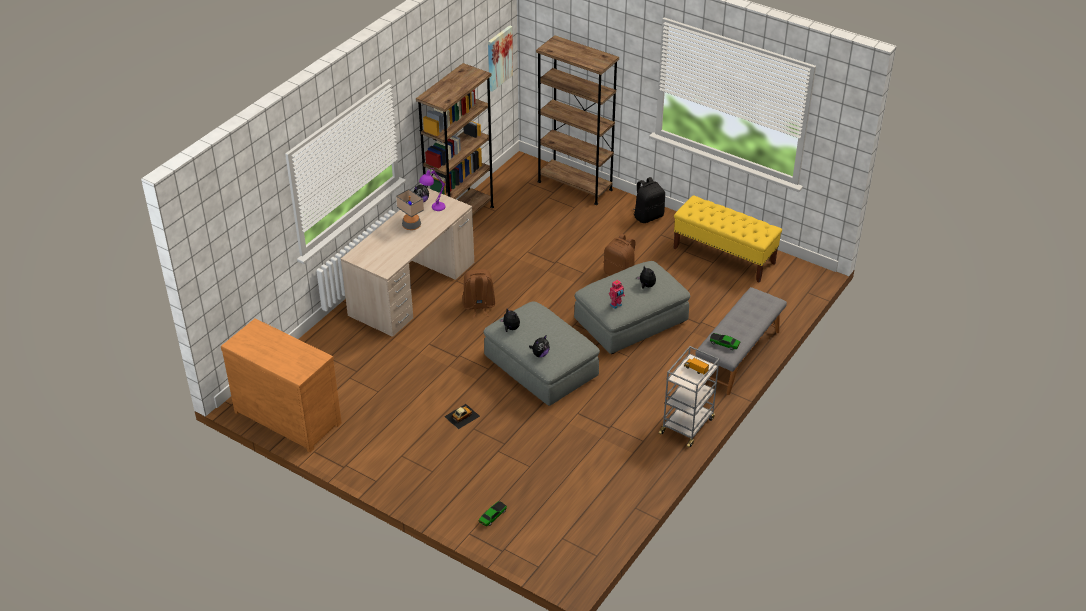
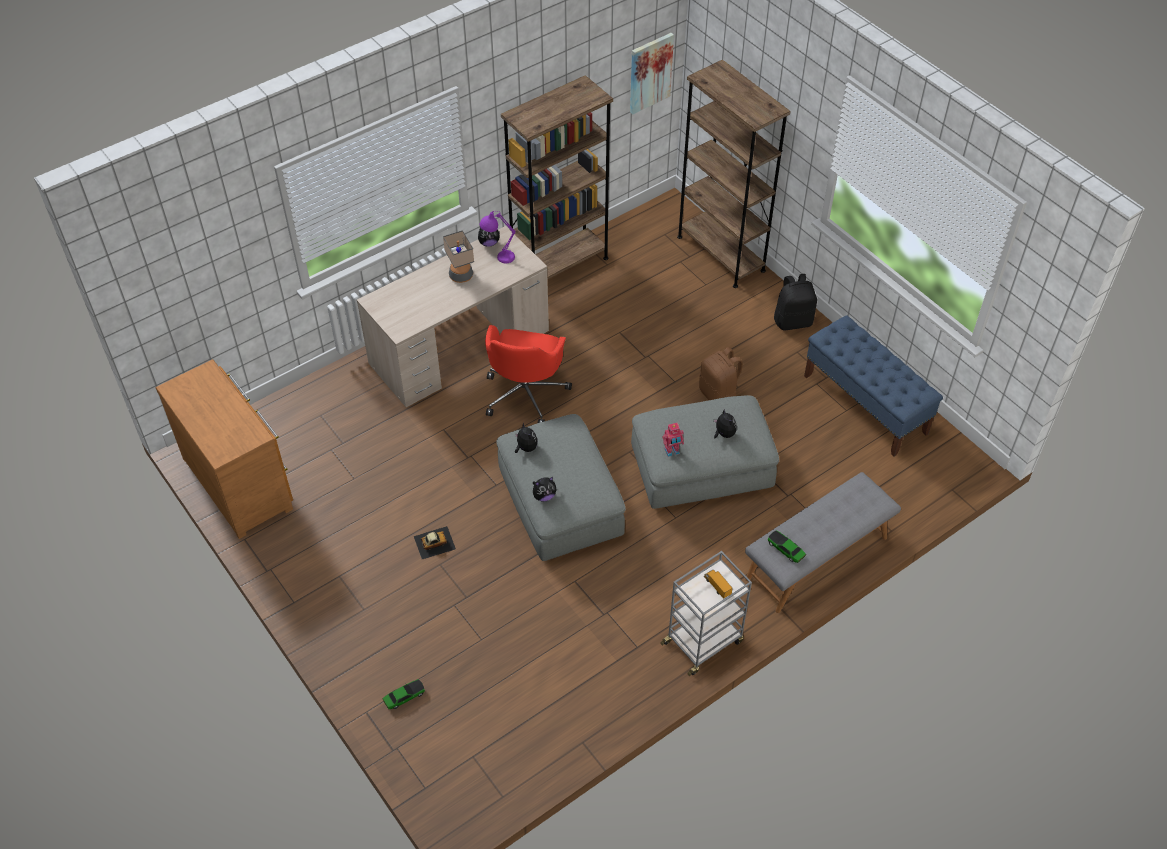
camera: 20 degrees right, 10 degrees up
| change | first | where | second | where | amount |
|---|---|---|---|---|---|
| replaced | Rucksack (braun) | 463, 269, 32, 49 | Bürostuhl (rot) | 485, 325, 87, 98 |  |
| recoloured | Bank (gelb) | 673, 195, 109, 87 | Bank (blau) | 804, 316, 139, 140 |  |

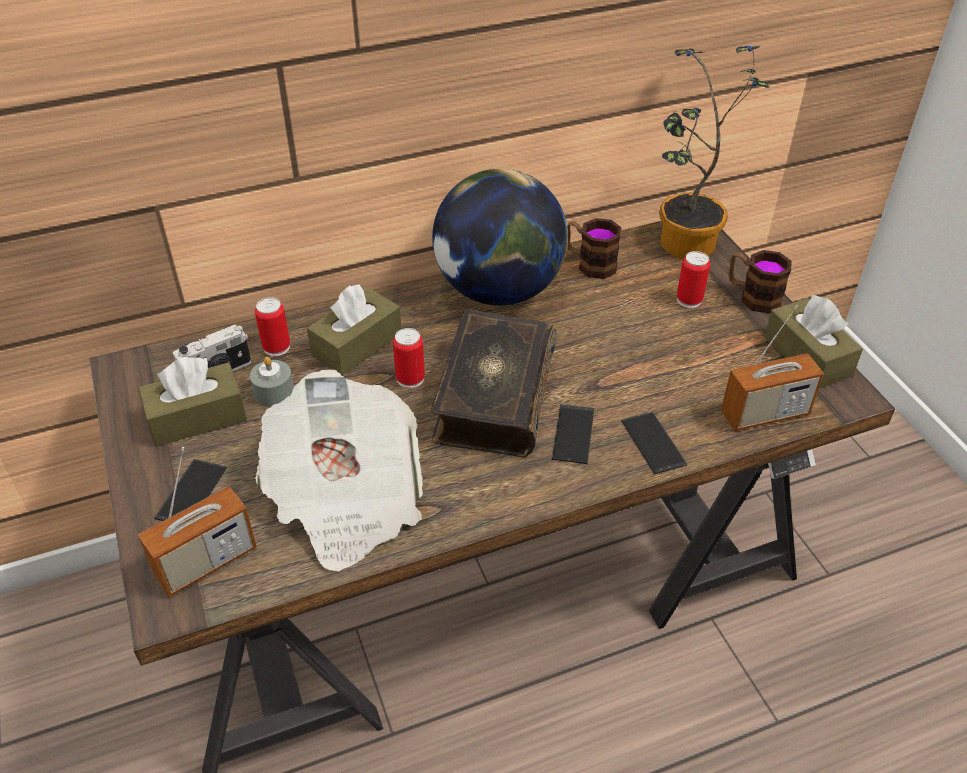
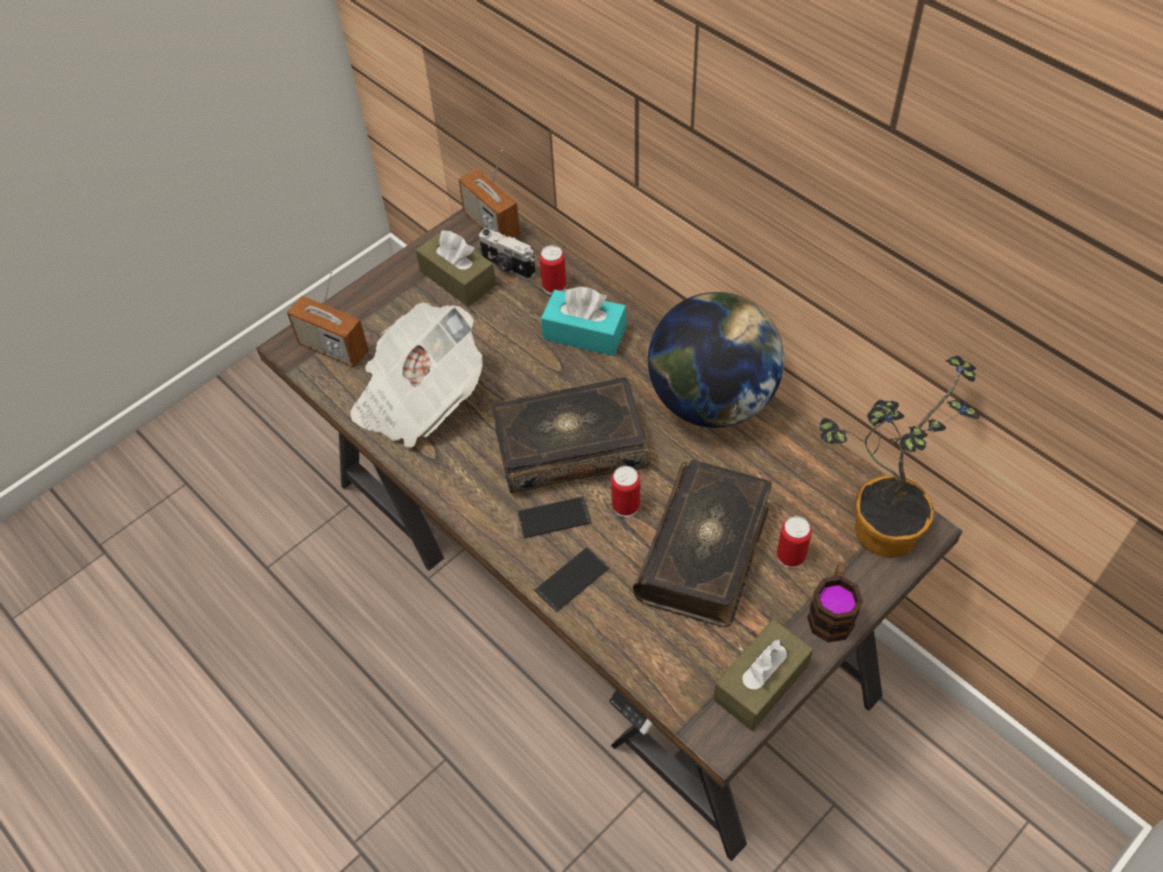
camera: 70 degrees right, 10 degrees up
| change | first | where | second | where | amount |
|---|---|---|---|---|---|
| moved | Radio | 721, 305, 103, 126 |  | 458, 150, 63, 88 |  |
| recoloured | Taschentuchbox (braun) | 307, 284, 95, 91 | Taschentuchbox (türkis) | 541, 287, 85, 69 |  |
| moved | Dose | 393, 328, 32, 60 |  | 611, 466, 29, 51 |  |
| added |  |  | Buch | 633, 460, 139, 167 |  |
| removed | Handy | 154, 459, 73, 62 |  |  |  |
| removed | Kerze (grau) | 250, 357, 44, 50 |  |  |  |
| removed | Henkelbecher | 567, 218, 55, 61 |  |  |  |

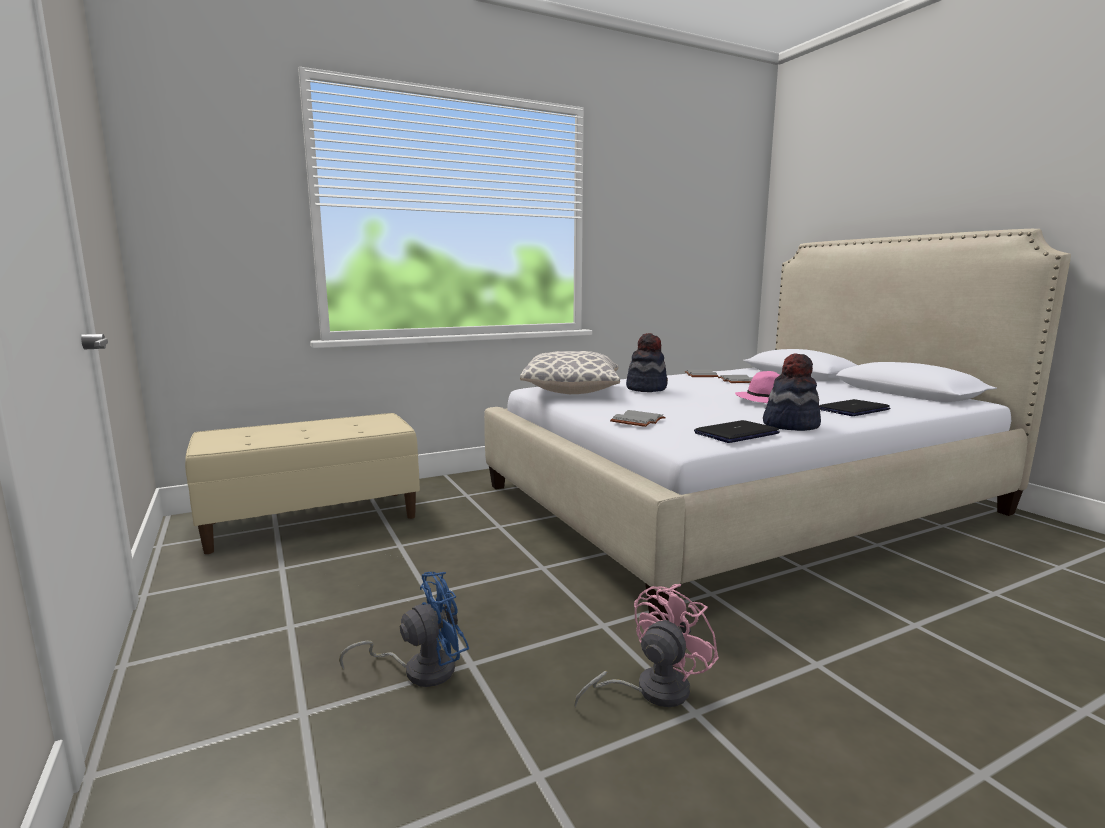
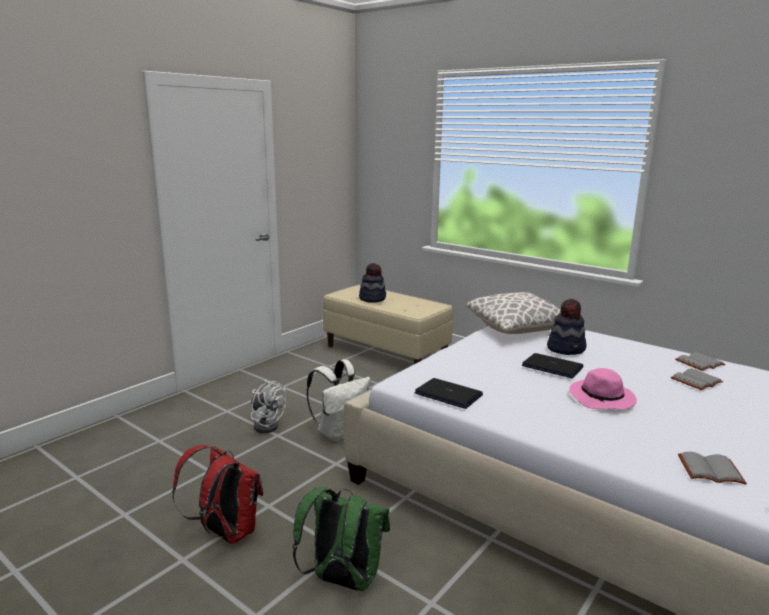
camera: 65 degrees right, 5 degrees up
| change | first | where | second | where | amount |
|---|---|---|---|---|---|
| added |  |  | Rucksack (rot) | 172, 445, 91, 99 |  |
| recoloured | Ventilator (blau) | 339, 572, 130, 115 | Ventilator (weiß) | 251, 380, 35, 53 |  |
| added |  |  | Rucksack (grün) | 293, 487, 97, 104 |  |
| added |  |  | Rucksack (weiß) | 306, 359, 65, 82 |  |
| moved | Hut | 763, 354, 58, 77 |  | 359, 263, 27, 40 |  |
| moved | Laptop | 819, 399, 71, 17 |  | 522, 353, 62, 25 |  |
| moved | Buch (grau) | 610, 410, 56, 17 |  | 678, 452, 69, 33 |  |
| removed | Ventilator (rosa) | 574, 584, 145, 124 |  |  |  |

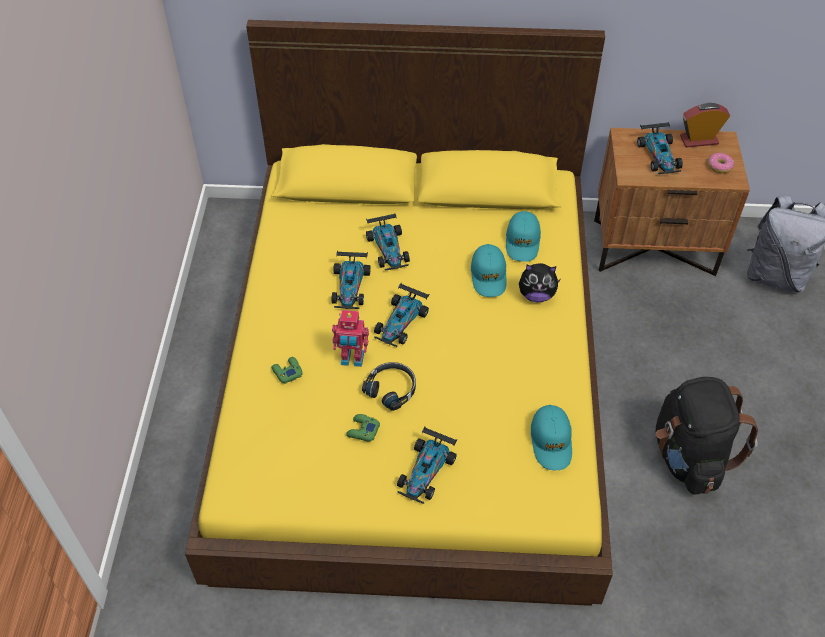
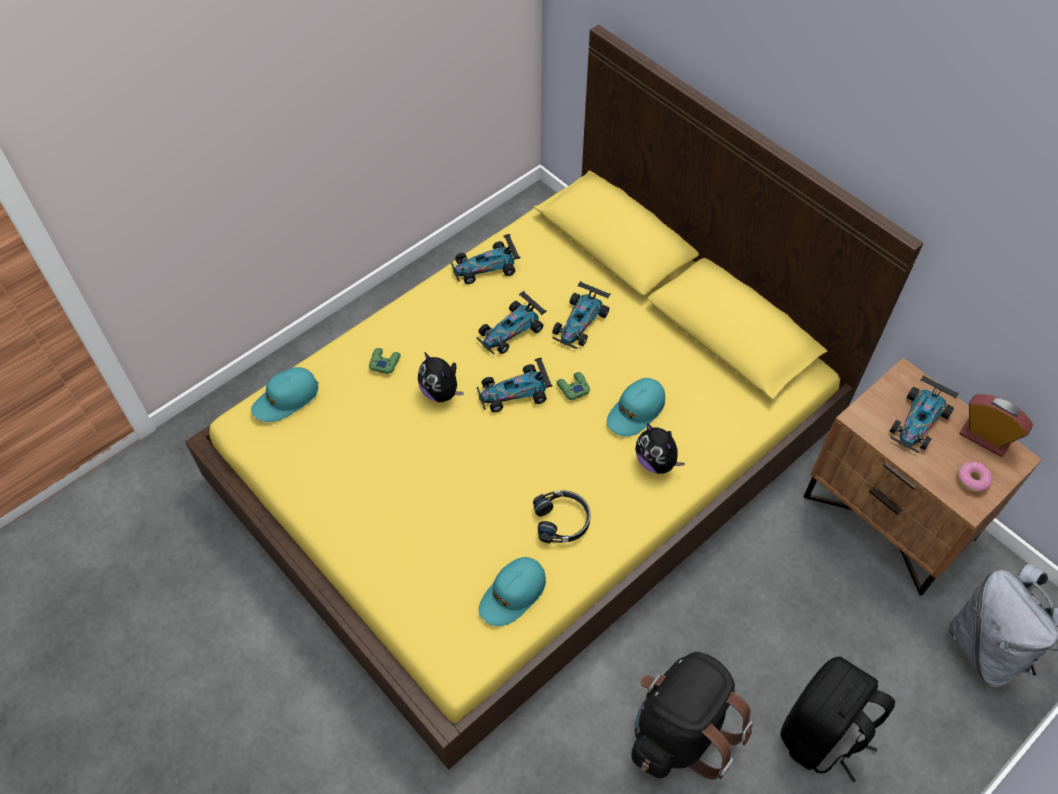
camera: 45 degrees right, 5 degrees up
| change | first | where | second | where | amount |
|---|---|---|---|---|---|
| moved | Kappe (türkis) | 506, 211, 35, 51 |  | 251, 367, 68, 55 |  |
| replaced | Spielzeugroboter | 332, 310, 37, 57 | Plüschtier | 418, 352, 46, 50 |  |
| moved | Spielzeugauto | 397, 426, 60, 78 |  | 451, 234, 69, 50 |  |
| moved | Kopfhörer (schwarz) | 362, 362, 54, 49 |  | 533, 490, 58, 53 |  |
| moved | Gamepad (grün) | 346, 414, 34, 28 |  | 557, 372, 33, 28 |  |
| added |  |  | Rucksack (schwarz) | 781, 657, 114, 126 |  |

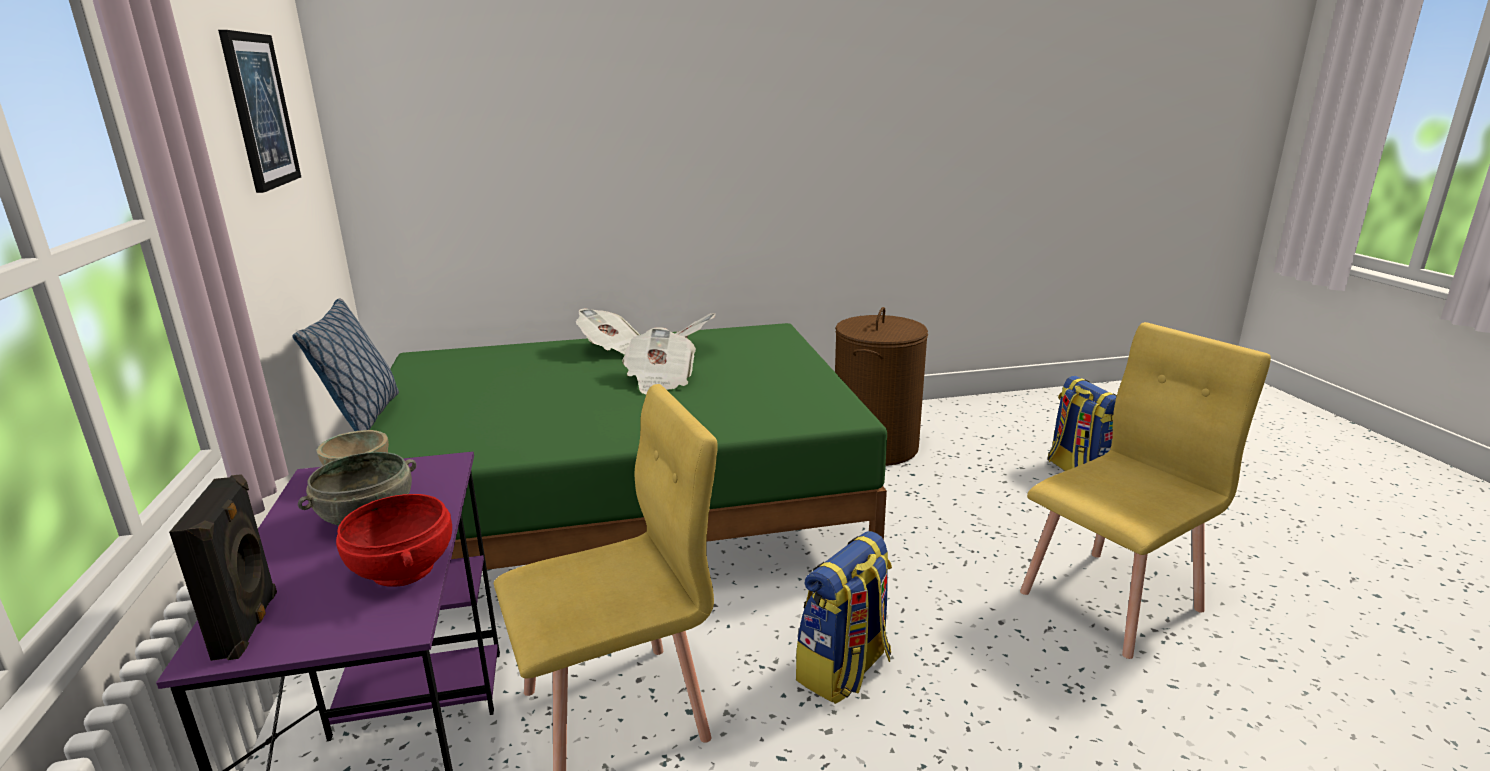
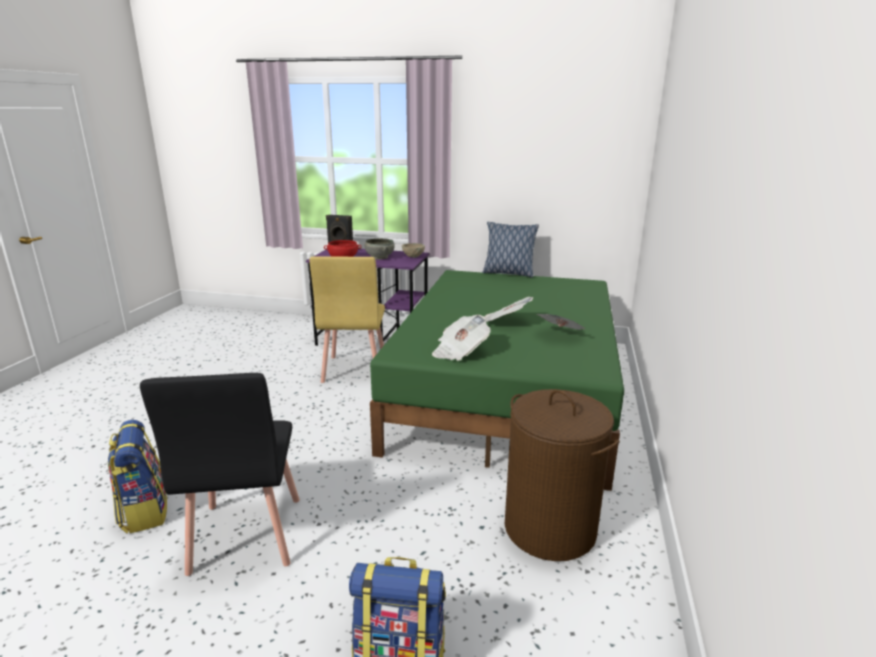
camera: 115 degrees right, 0 degrees up
| change | first | where | second | where | amount |
|---|---|---|---|---|---|
| moved | Rucksack | 796, 531, 96, 173 |  | 107, 420, 60, 114 |  |
| recoloured | Stuhl (gelb) | 1020, 322, 251, 337 | Stuhl (schwarz) | 140, 373, 160, 203 |  |
| moved | Zeitung | 576, 308, 64, 47 |  | 432, 315, 59, 46 |  |
| removed | Bild | 218, 30, 83, 163 |  |  |  |

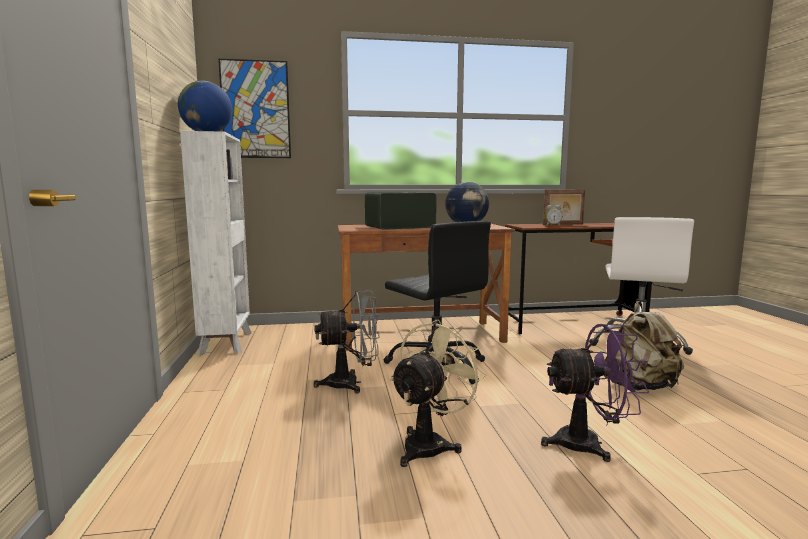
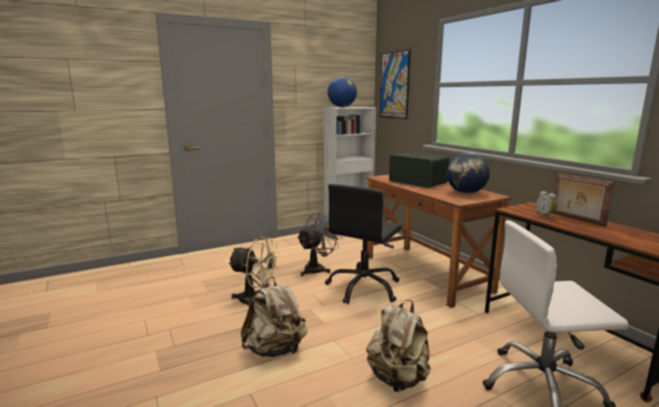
camera: 70 degrees right, 5 degrees up
| change | first | where | second | where | amount |
|---|---|---|---|---|---|
| replaced | Ventilator (lila) | 541, 324, 108, 138 | Rucksack (beige) | 241, 277, 67, 80 |  |
| turned | Ventilator (grau) | 314, 291, 66, 103 |  | 297, 212, 46, 64 | 105 degrees counterclockwise |

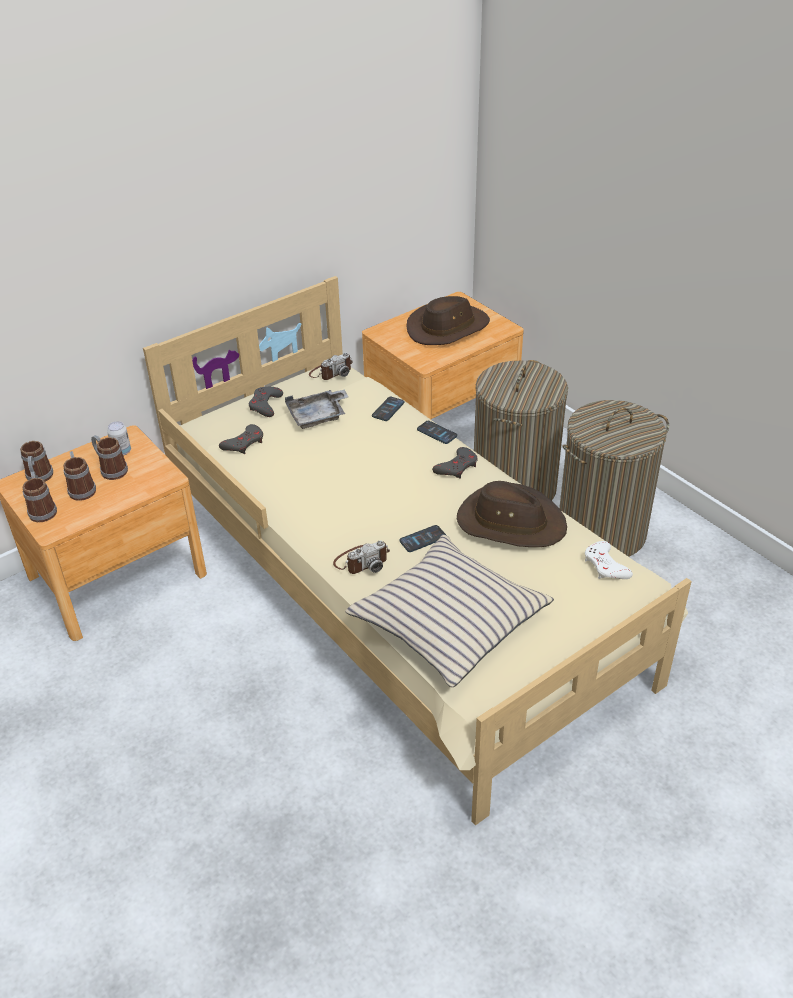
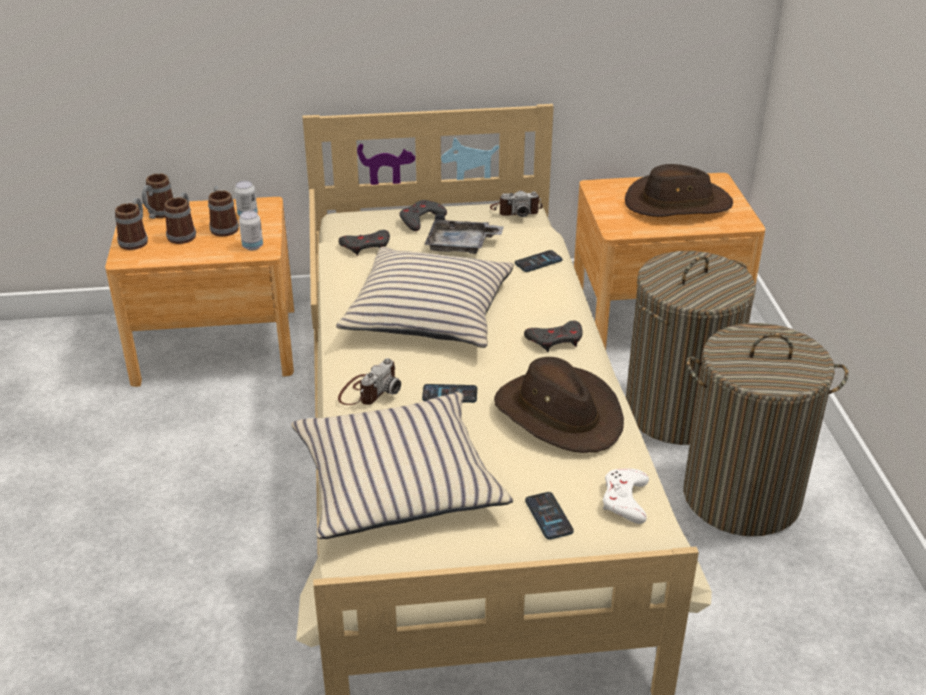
camera: 30 degrees right, 5 degrees down
| change | first | where | second | where | amount |
|---|---|---|---|---|---|
| added |  |  | Dose | 239, 210, 24, 40 |  |
| added |  |  | Kissen (beige) | 336, 247, 177, 101 |  |
| turned | Kamera | 333, 540, 57, 34 |  | 338, 358, 63, 47 | 60 degrees counterclockwise |
| moved | Handy | 417, 421, 40, 23 |  | 525, 492, 49, 48 |  |

